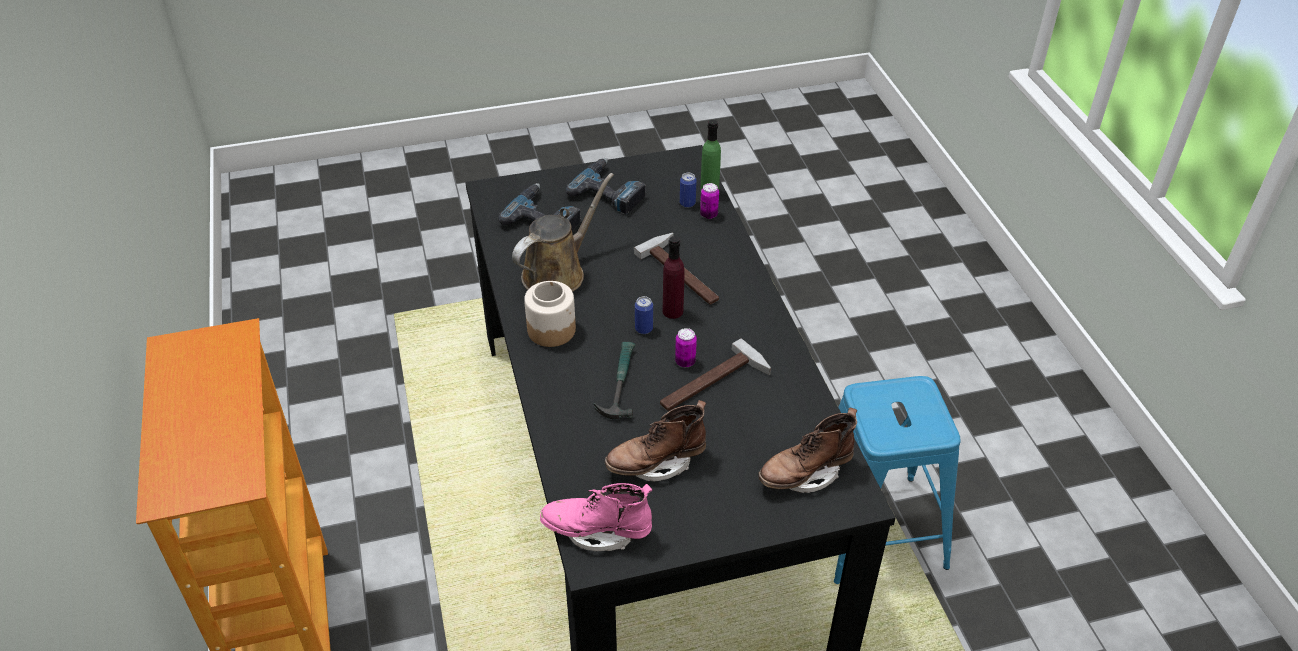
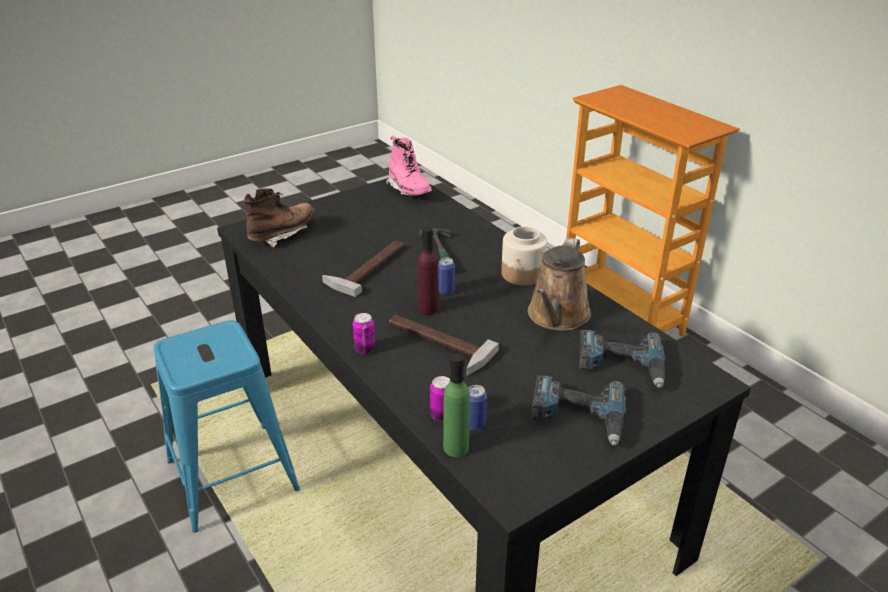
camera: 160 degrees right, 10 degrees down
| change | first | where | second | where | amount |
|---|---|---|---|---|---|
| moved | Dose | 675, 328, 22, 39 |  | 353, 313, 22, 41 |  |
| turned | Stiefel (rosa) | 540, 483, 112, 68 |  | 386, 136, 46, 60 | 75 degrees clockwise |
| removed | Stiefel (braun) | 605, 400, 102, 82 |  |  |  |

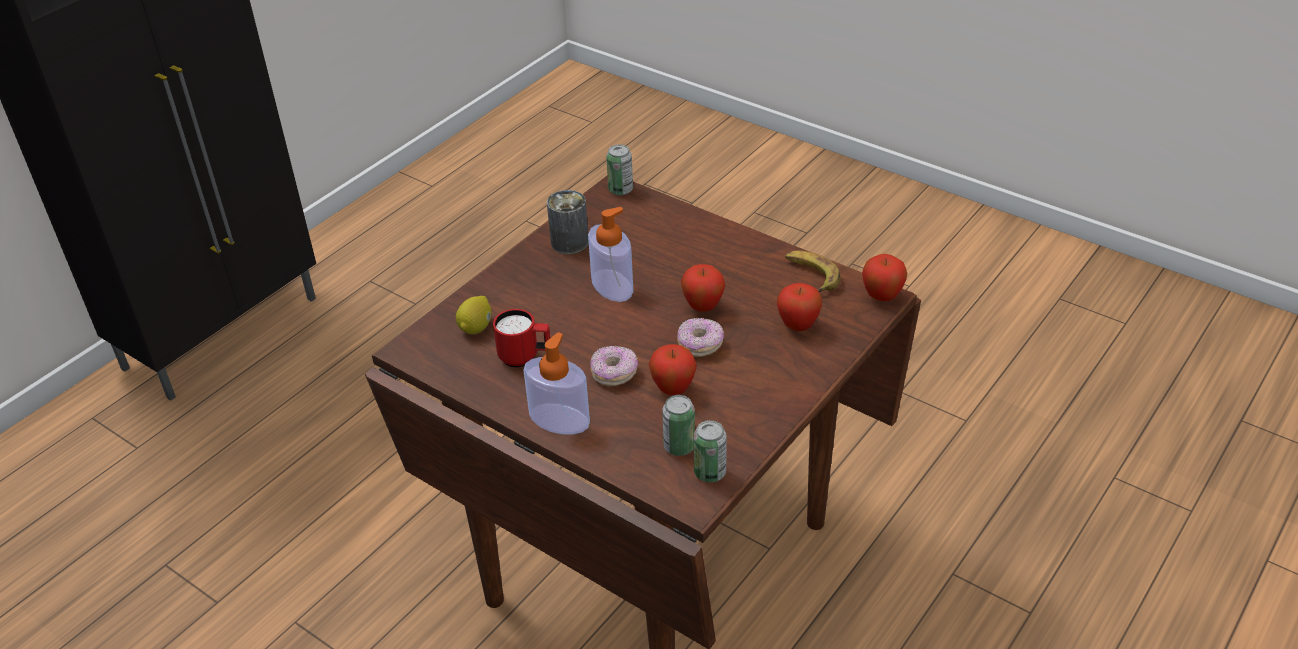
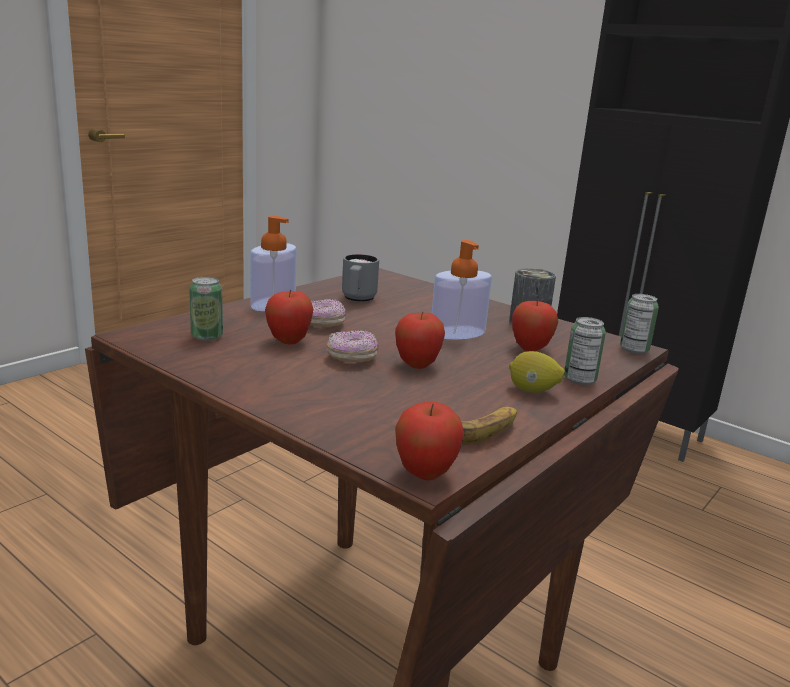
camera: 90 degrees right, 20 degrees down
| change | first | where | second | where | amount |
|---|---|---|---|---|---|
| recoloured | Henkelbecher (rot) | 493, 309, 57, 58 | Henkelbecher (grau) | 342, 254, 37, 48 |  |
| moved | Zitrone | 456, 296, 35, 38 |  | 509, 351, 56, 42 |  |
| moved | Apfel | 777, 283, 45, 48 |  | 512, 299, 46, 53 |  |
| moved | Dose | 693, 420, 34, 63 |  | 564, 317, 42, 68 |  |

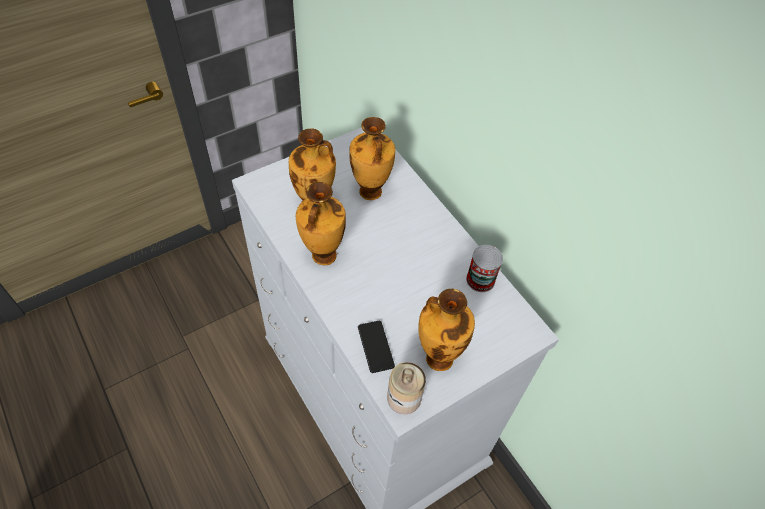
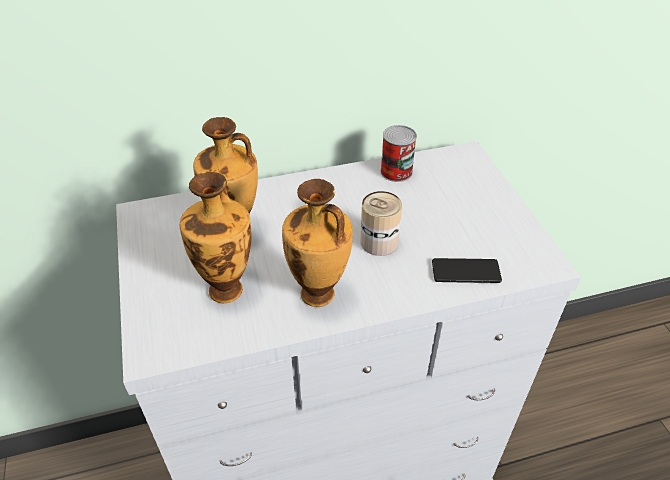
camera: 70 degrees left, 10 degrees down
| change | first | where | second | where | amount |
|---|---|---|---|---|---|
| moved | Dose | 387, 362, 39, 52 |  | 360, 191, 42, 65 |  |
| removed | Vase | 418, 289, 57, 82 |  |  |  |

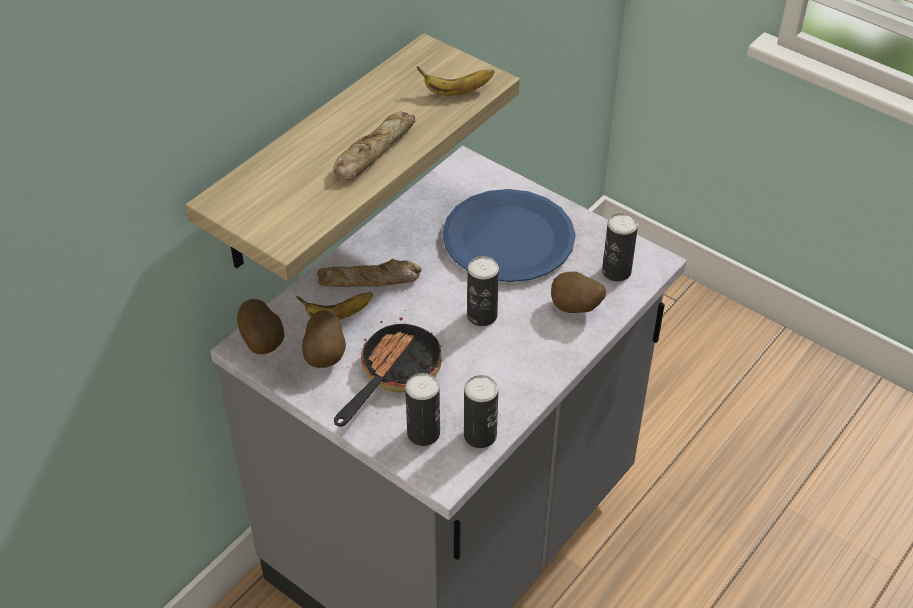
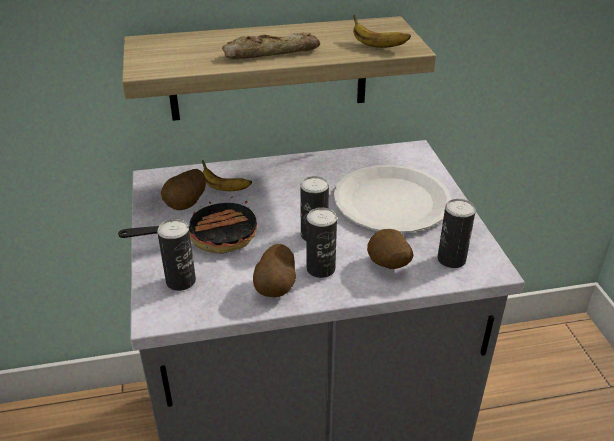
camera: 40 degrees right, 10 degrees down
| change | first | where | second | where | amount |
|---|---|---|---|---|---|
| moved | Kartoffel | 237, 299, 47, 55 |  | 253, 244, 43, 54 |  |
| moved | Dose | 464, 375, 35, 73 |  | 307, 207, 30, 71 |  |
| recoloured | Teller (blau) | 443, 189, 132, 93 | Teller (weiß) | 334, 165, 118, 68 |  |
| removed | Brot | 317, 259, 105, 28 |  |  |  |

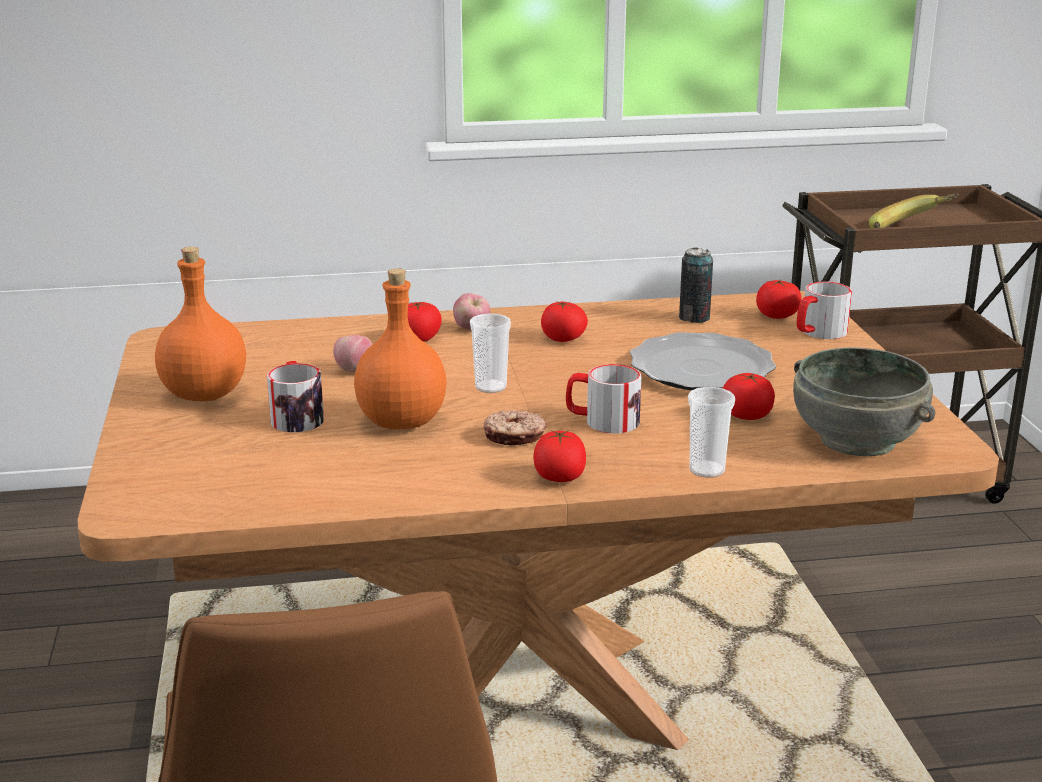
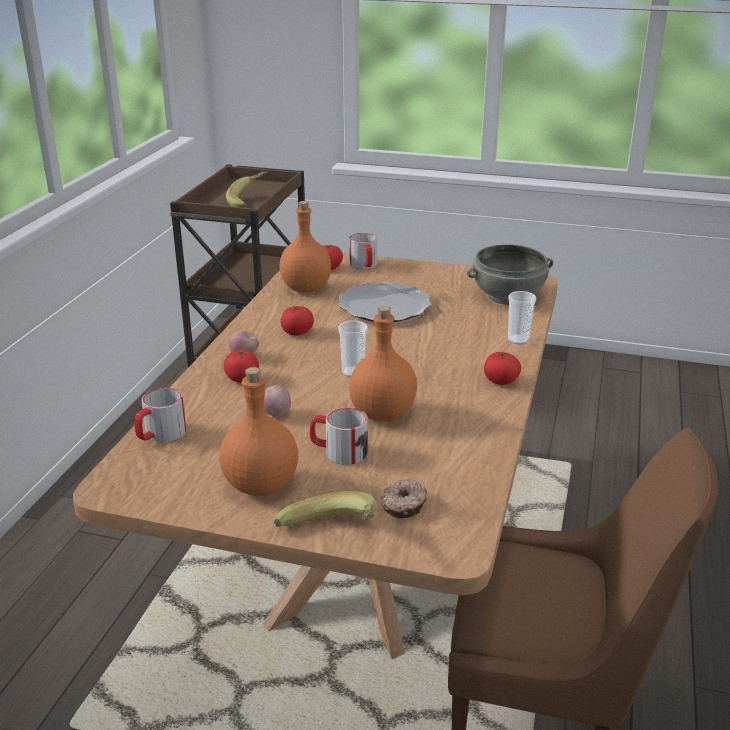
camera: 65 degrees left, 5 degrees up
| change | first | where | second | where | amount |
|---|---|---|---|---|---|
| moved | Henkelbecher | 566, 364, 75, 69 |  | 135, 388, 51, 54 |  |
| added |  |  | Banane | 274, 491, 104, 36 |  |
| replaced | Dose | 679, 247, 34, 76 | Flasche (orange) | 279, 201, 52, 91 |  |
| moved | Donut | 484, 410, 63, 35 |  | 381, 479, 46, 39 |  |
| removed | Tomate | 723, 373, 52, 47 |  |  |  |

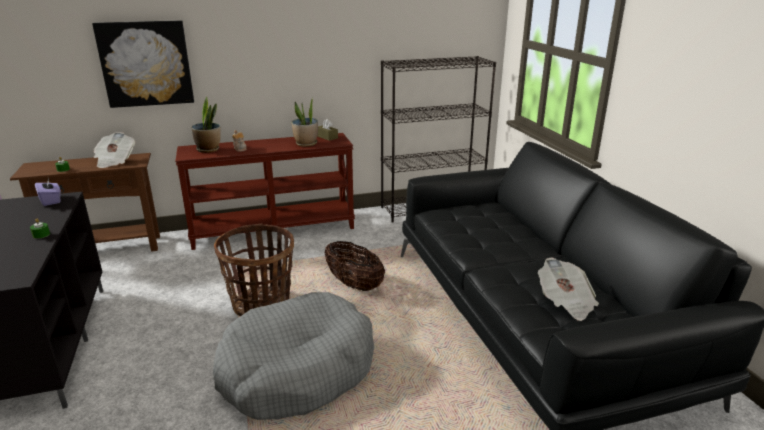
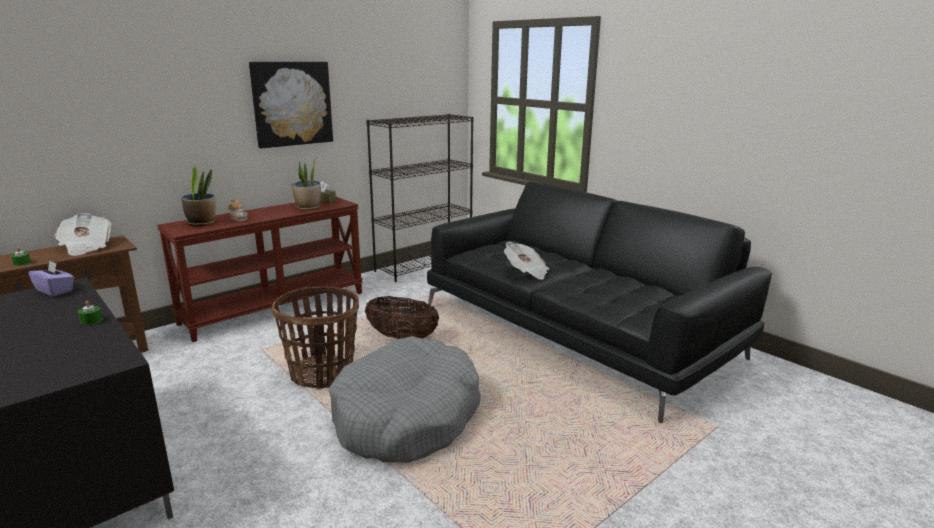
camera: 25 degrees left, 5 degrees down
| change | first | where | second | where | amount |
|---|---|---|---|---|---|
| moved | Bild | 92, 20, 102, 88 |  | 249, 62, 84, 86 |  |
| moved | Zeitung | 538, 258, 61, 63 |  | 504, 242, 45, 38 |  |

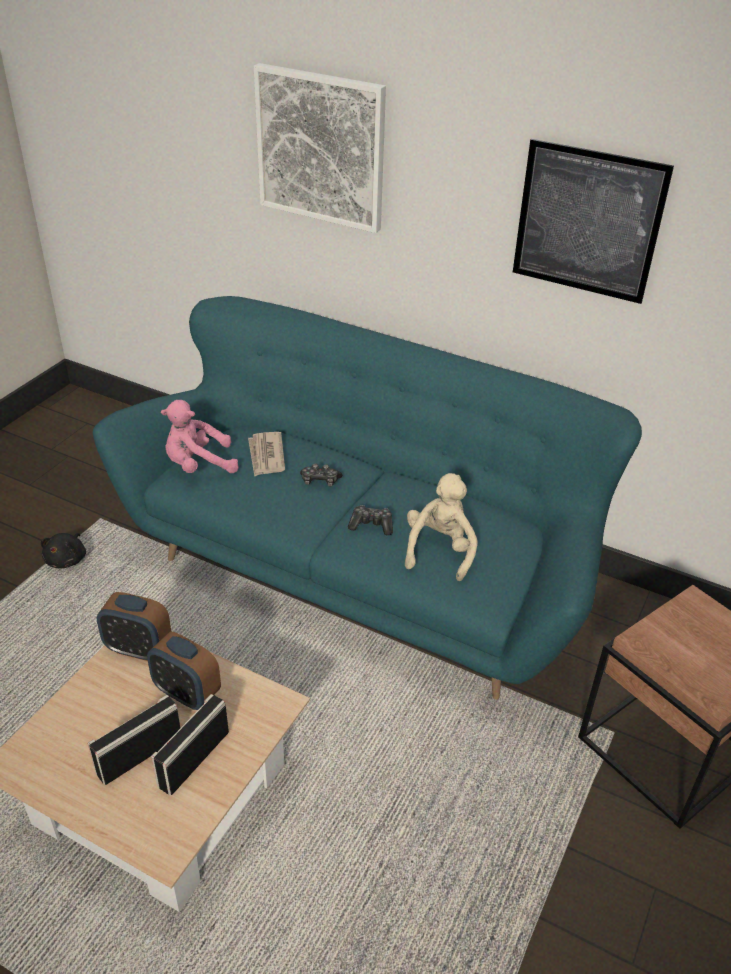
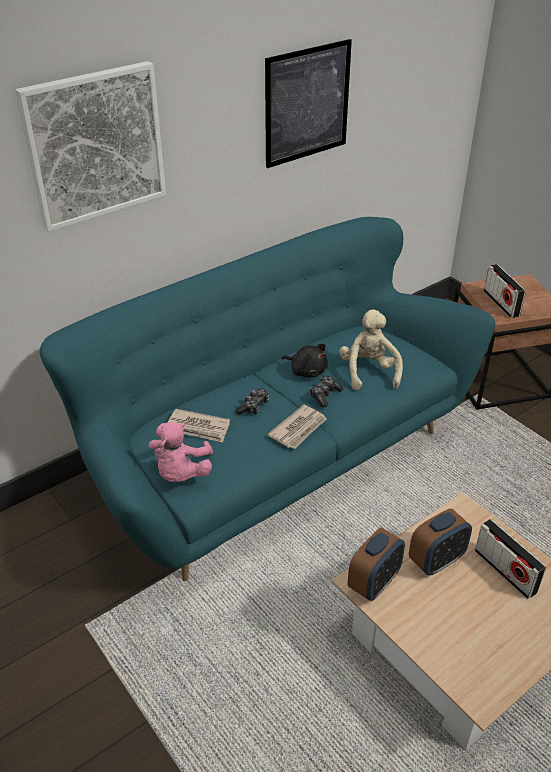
camera: 65 degrees left, 0 degrees up
| change | first | where | second | where | amount |
|---|---|---|---|---|---|
| added |  |  | Zeitung | 267, 404, 60, 45 |  |
| moved | Plüschtier (schwarz) | 41, 533, 45, 35 |  | 282, 344, 46, 34 |  |
| turned | Plüschtier (beige) | 405, 473, 73, 108 |  | 339, 309, 64, 82 | 45 degrees clockwise |
| moved | Radio | 88, 695, 93, 90 |  | 484, 264, 42, 54 |  |

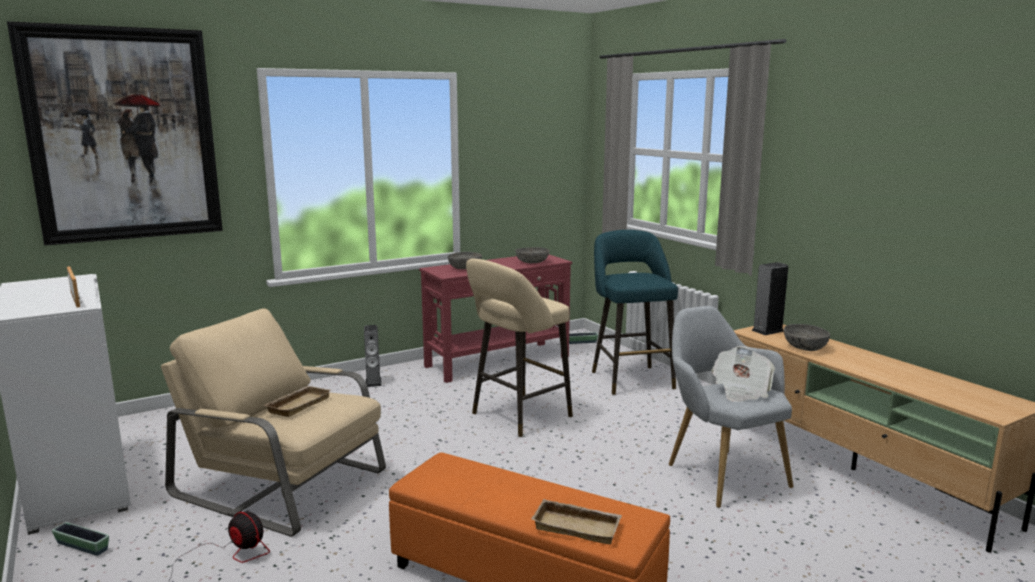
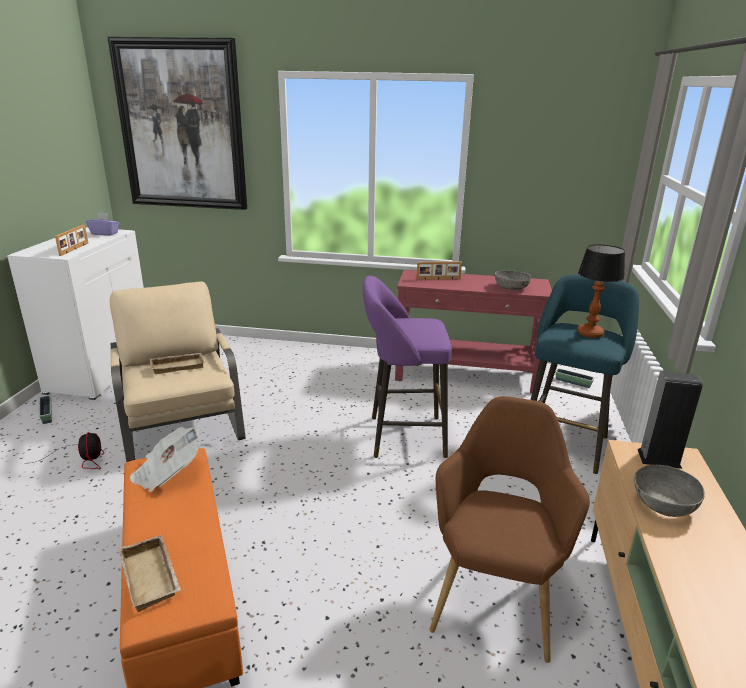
camera: 40 degrees right, 10 degrees up
| change | first | where | second | where | amount |
|---|---|---|---|---|---|
| added |  |  | Taschentuchbox (lila) | 86, 212, 33, 24 |  |
| moved | Zeitung | 711, 346, 64, 56 |  | 130, 427, 70, 65 |  |
| recoloured | Hocker (beige) | 466, 258, 107, 179 | Hocker (lila) | 363, 276, 89, 182 |  |
| replaced | Schüssel (grau) | 448, 252, 34, 17 | Bilderrahmen | 417, 262, 45, 18 |  |
| recoloured | Sessel (grau) | 669, 306, 124, 202 | Sessel (braun) | 430, 396, 160, 267 |  |
| added |  |  | Tischlampe | 577, 244, 48, 94 |  |
| removed | Lautsprecher | 364, 325, 18, 62 |  |  |  |

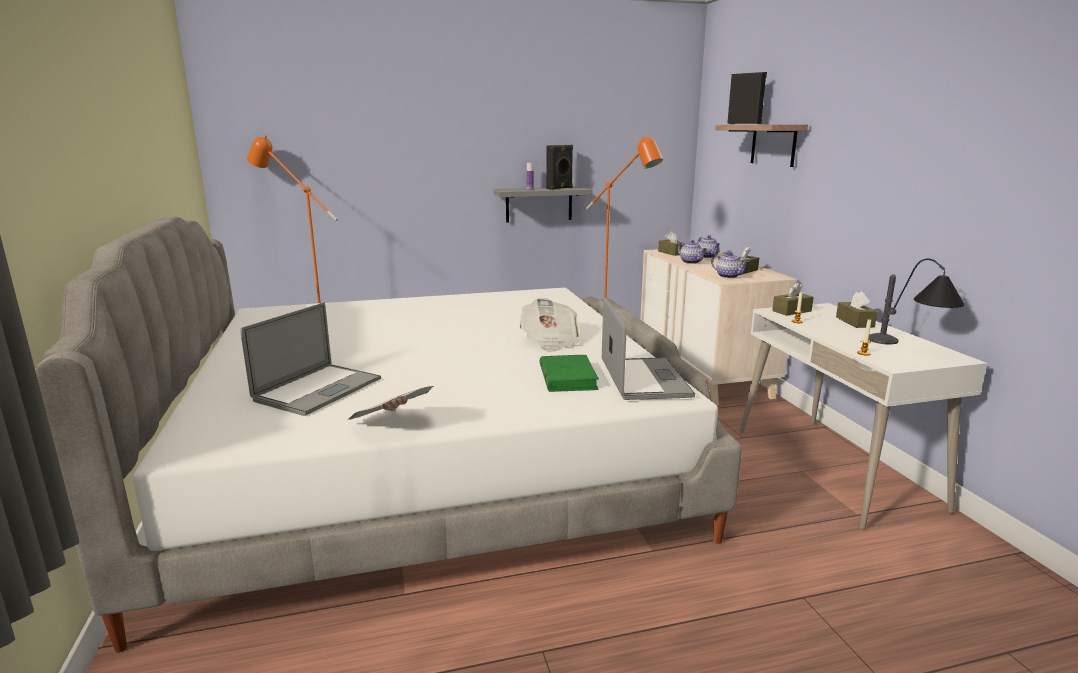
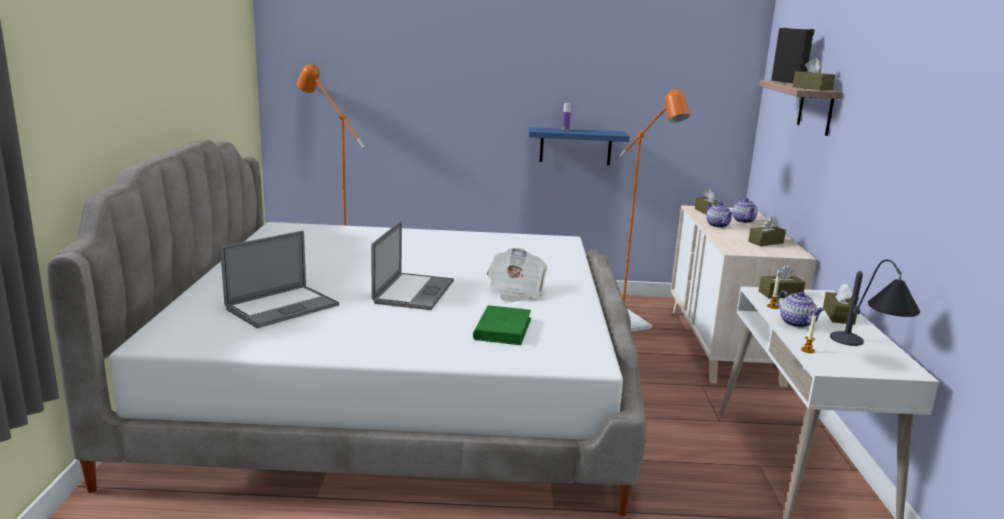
camera: 15 degrees right, 0 degrees up
| change | first | where | second | where | amount |
|---|---|---|---|---|---|
| moved | Laptop | 602, 298, 93, 102 |  | 371, 221, 83, 89 |  |
| recoloured | Wandregal (grau) | 493, 187, 99, 35 | Wandregal (blau) | 528, 127, 102, 38 |  |
| moved | Teekanne | 711, 252, 38, 26 |  | 776, 290, 48, 38 |  |
| added |  |  | Taschentuchbox (braun) | 792, 58, 44, 32 |  |
| removed | Zeitung | 348, 386, 86, 34 |  |  |  |
| removed | Lautsprecher (schwarz) | 546, 145, 27, 45 |  |  |  |

